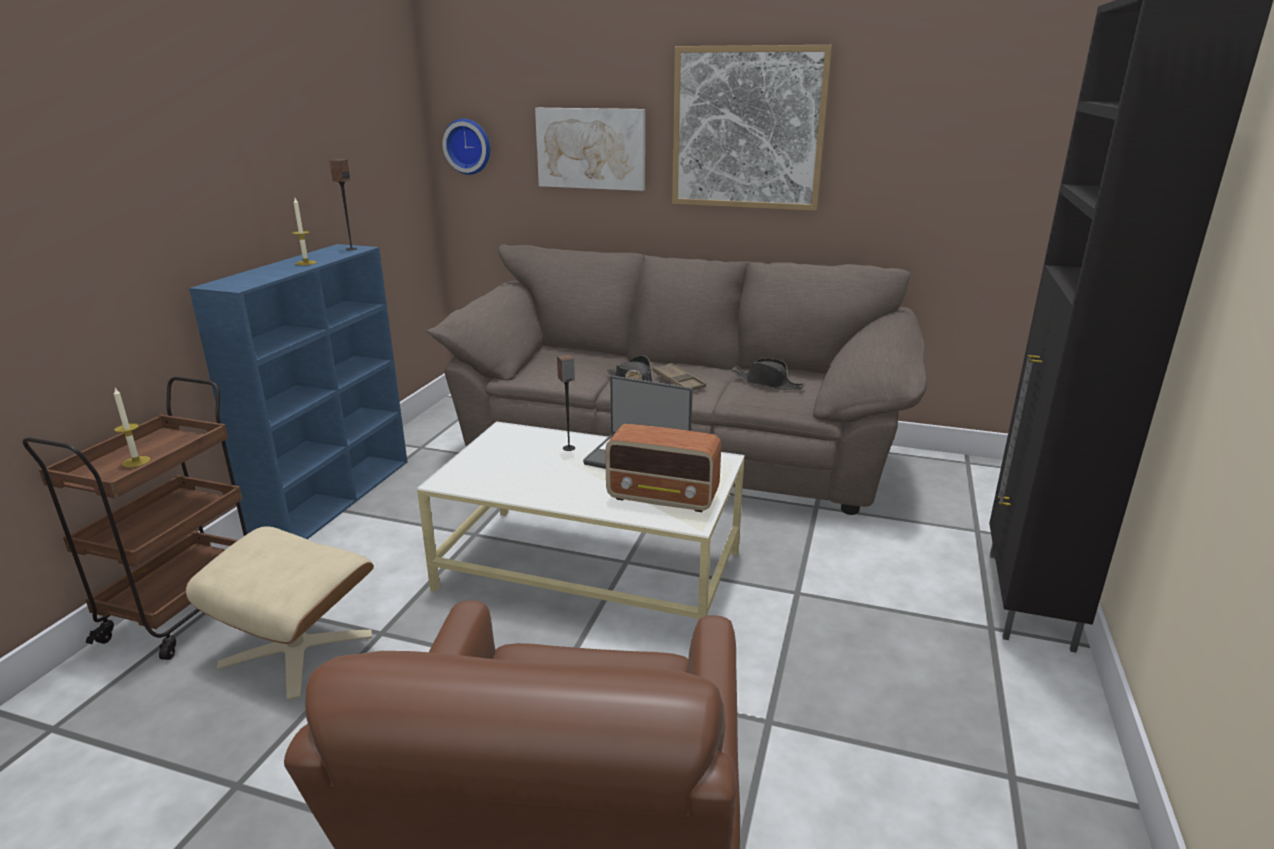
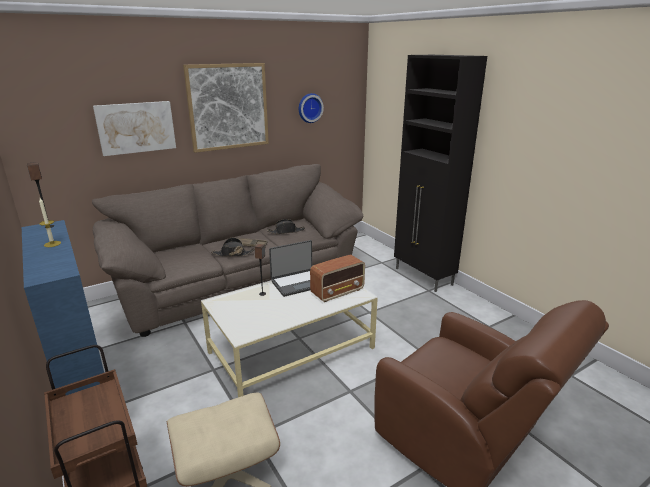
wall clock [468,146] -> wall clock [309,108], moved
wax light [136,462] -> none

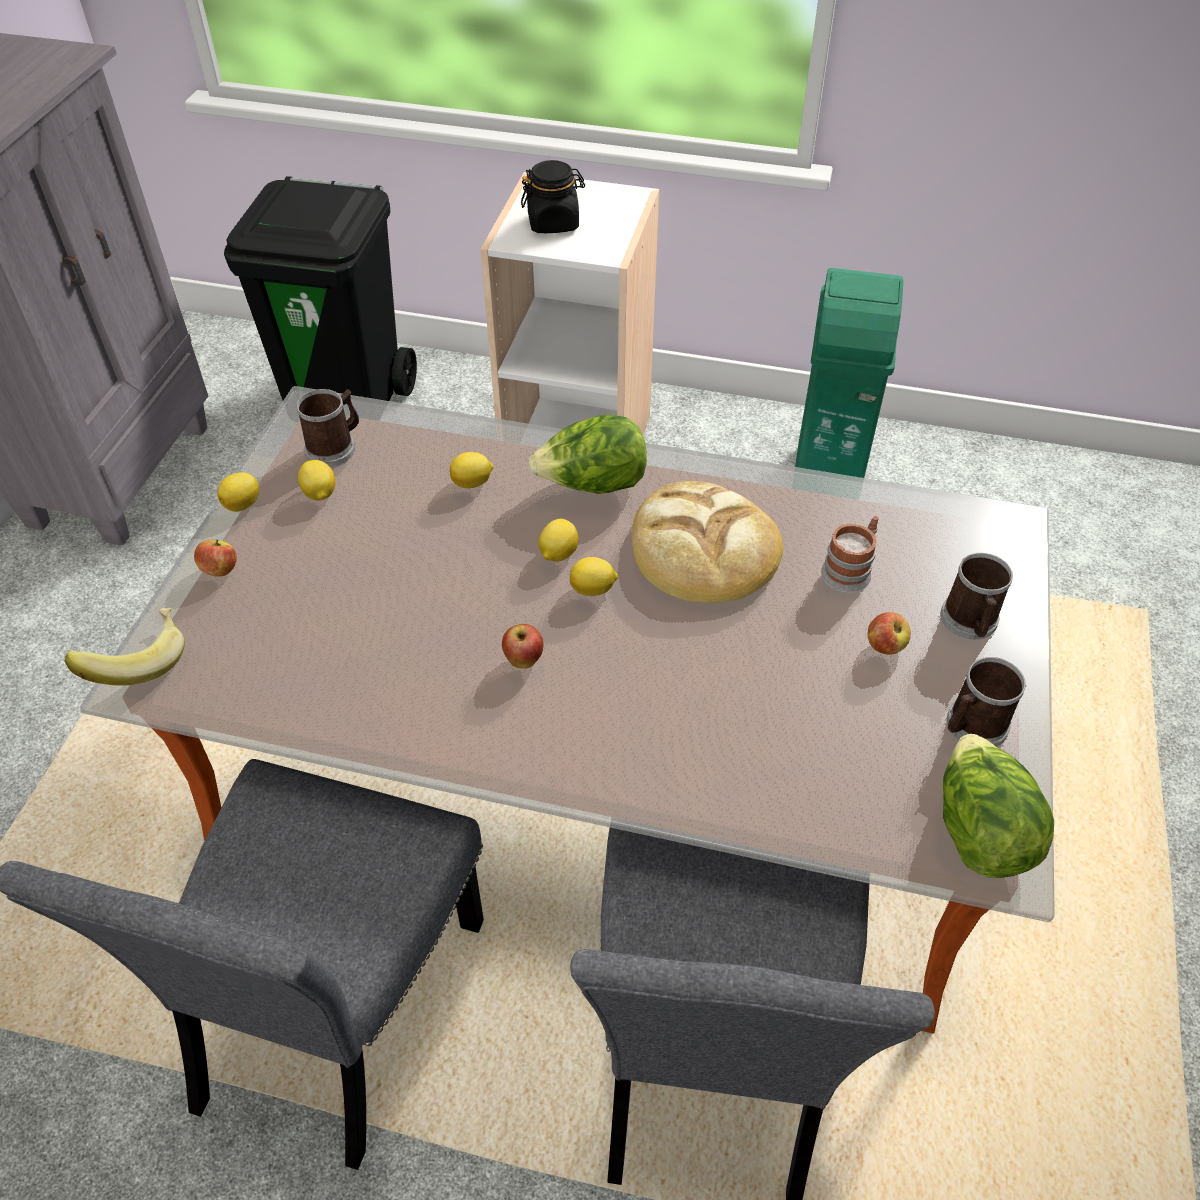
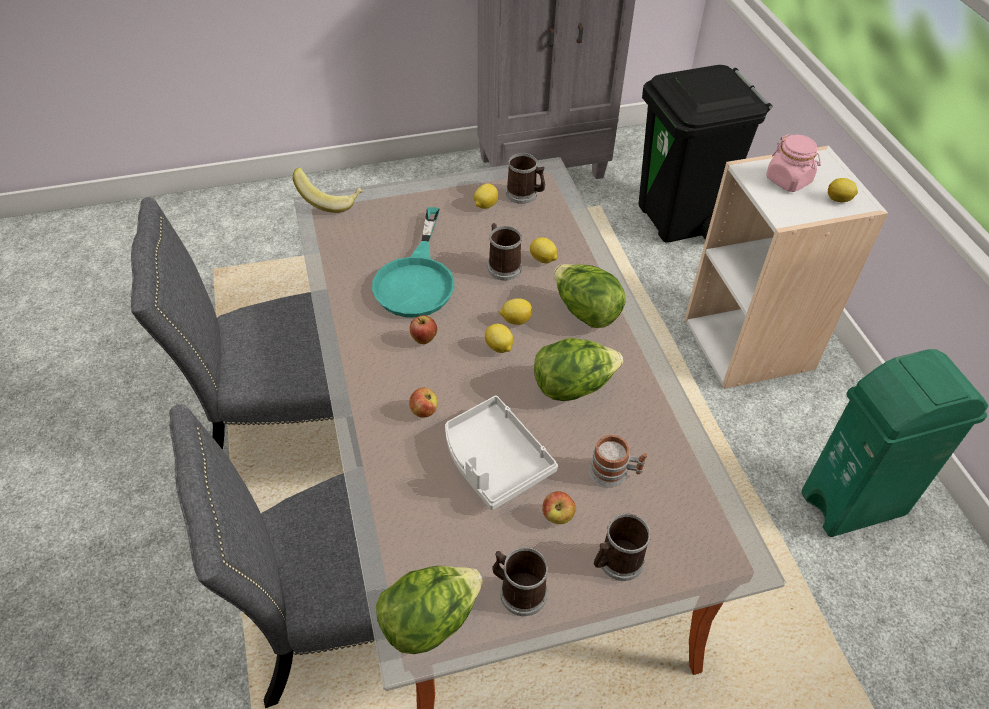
black-coloured jar [553,223] -> pinkish jar [788,180]
whole lemon [244,504] -> whole lemon [839,200], moved
baked bread [703,549] -> lettuce [573,386]
apple fruit [220,570] -> apple fruit [424,411], moved
none -> turquoise skillet [417,279]
none -> tea mug [502,265]
none -> greyish tray [494,461]

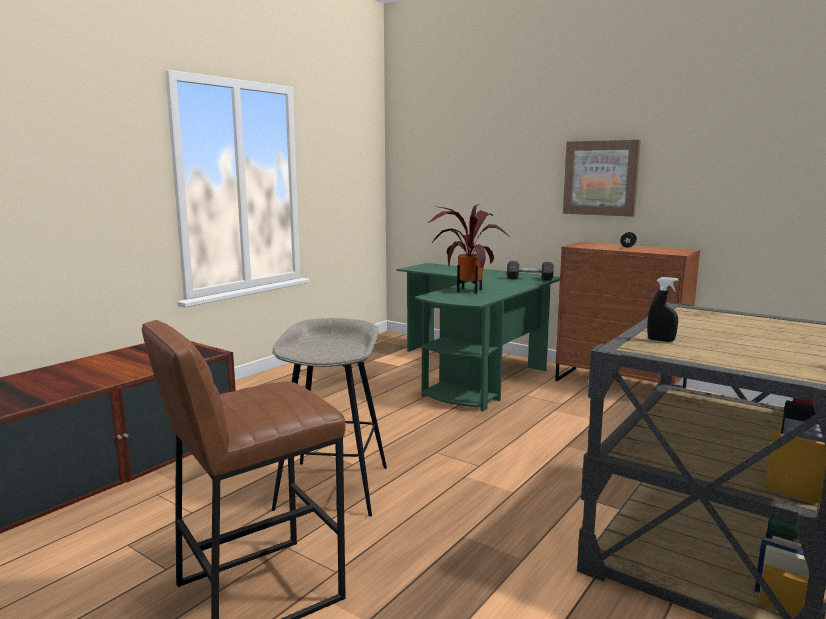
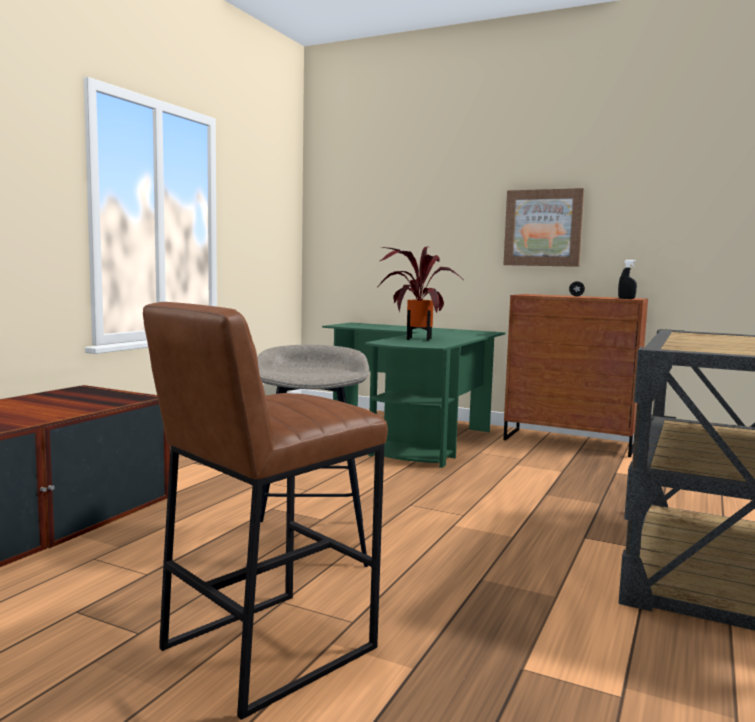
greyish dumbbell [529,278] -> none
black-coloured spray bottle [661,340] -> black-coloured spray bottle [626,298], moved

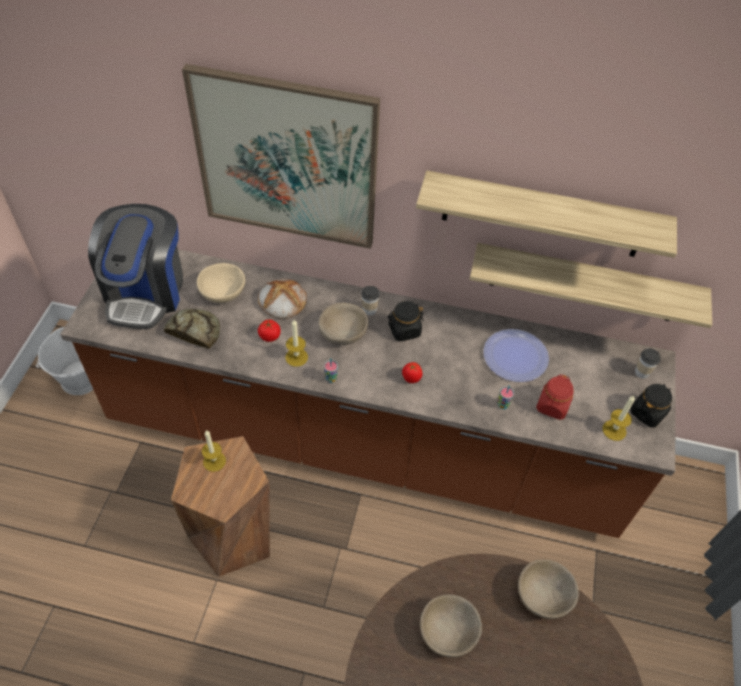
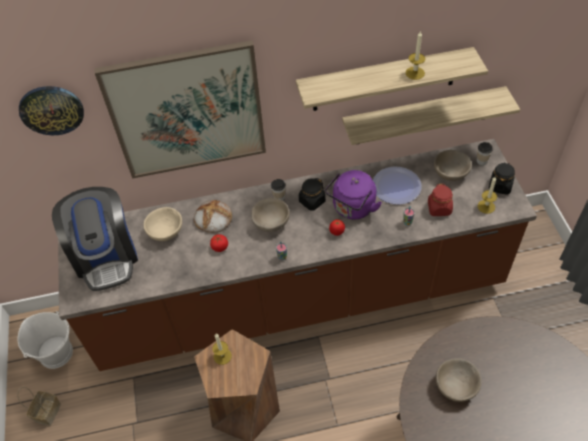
baked bread [194,331] -> none
wax light [296,357] -> wax light [415,73], moved
sand-coloured deep dish [542,596] -> sand-coloured deep dish [450,173], moved
none -> wall clock [51,110]
none -> purplish kettle [352,208]
none -> storage basket [47,411]

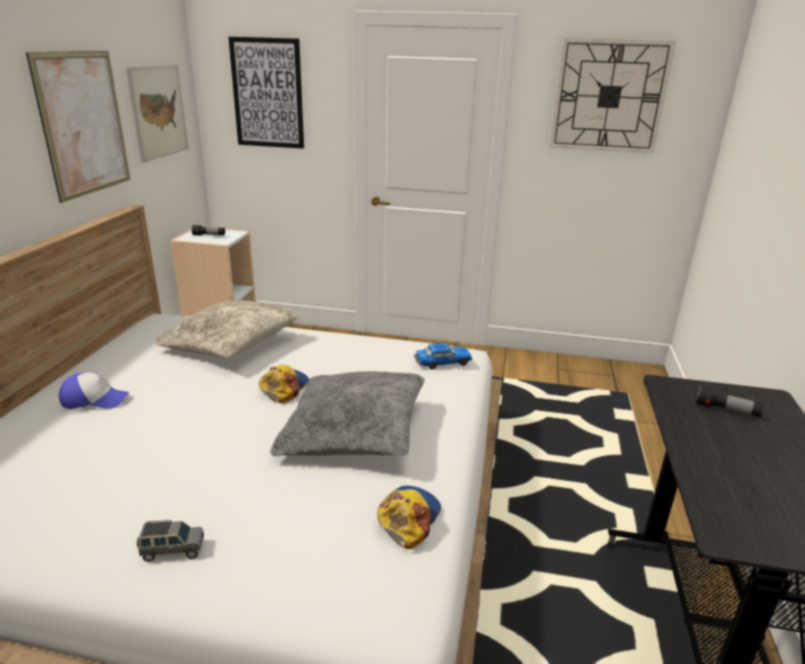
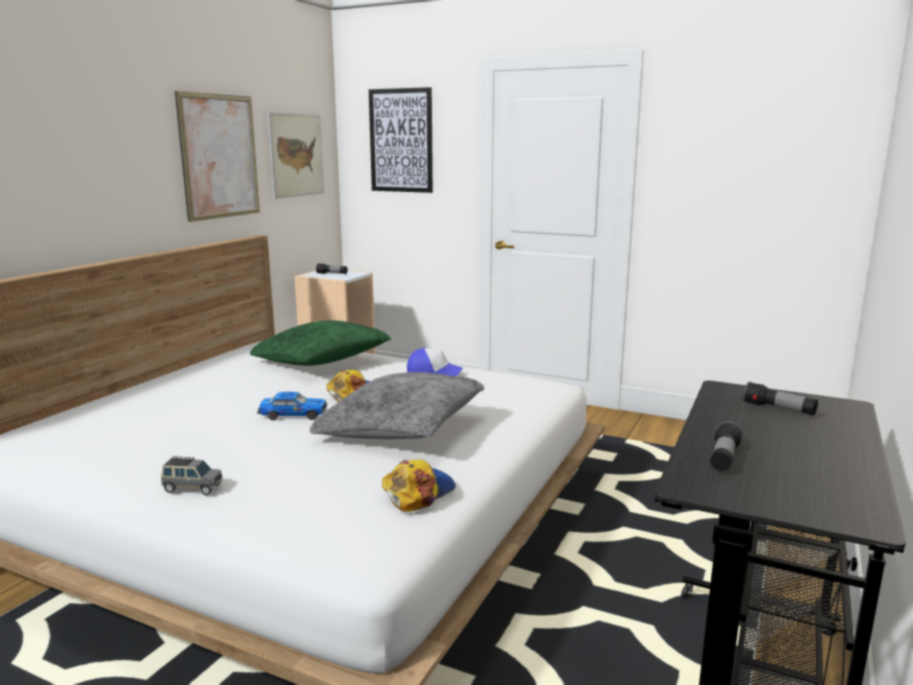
wall clock [609,96] -> none
sand-coloured cushion [231,345] -> green-coloured cushion [321,362]
model car [442,362] -> model car [293,415], moved
peaked cap [94,399] -> peaked cap [434,372], moved
none -> hand torch [723,458]

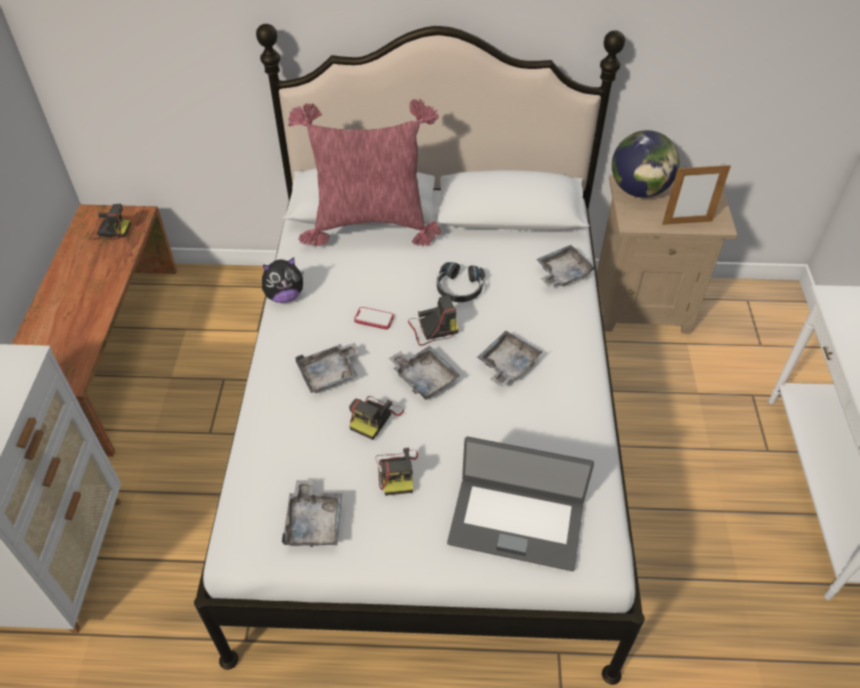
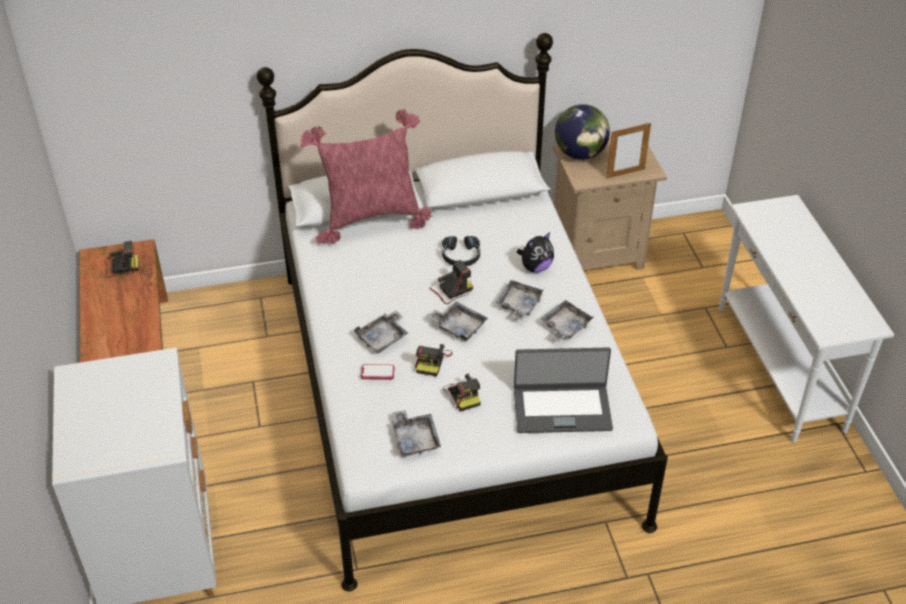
greyish tray [562,273] -> greyish tray [565,327], moved
soft toy [284,296] -> soft toy [535,267], moved
telephone [374,319] -> telephone [377,373], moved

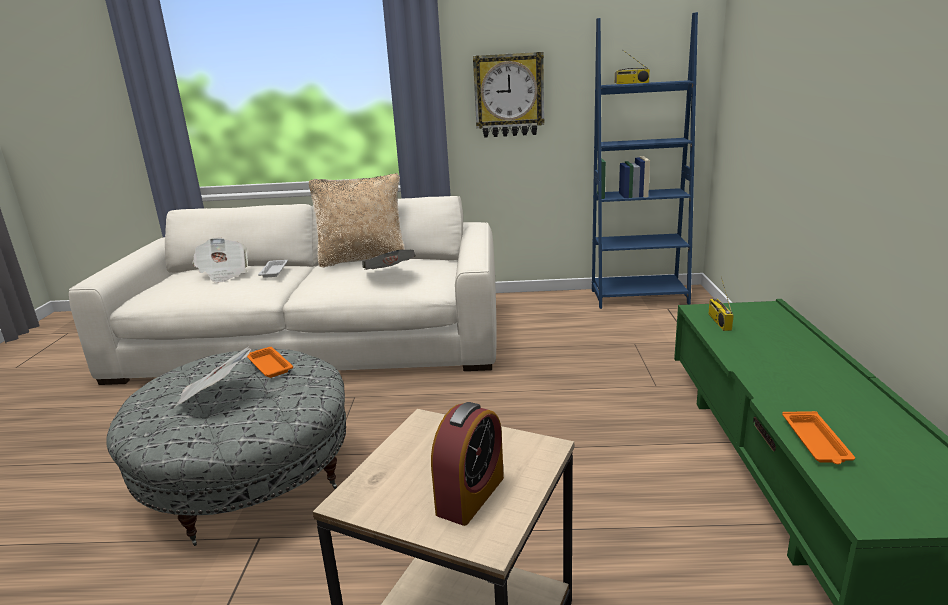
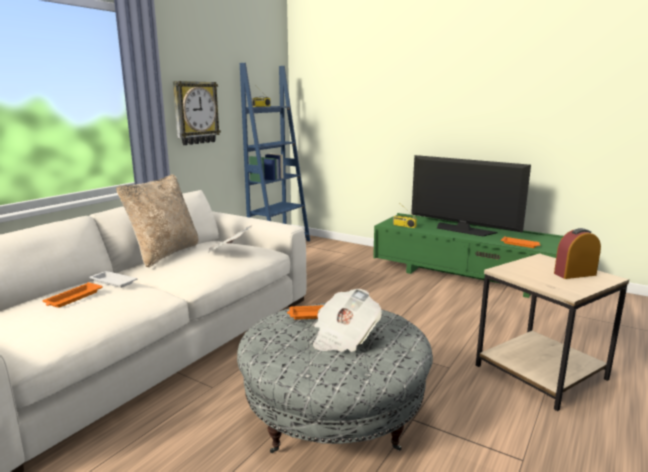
newspaper [224,274] -> orange tray [73,298]
bedside clock [470,495] -> bedside clock [575,274], 75 degrees counterclockwise
none -> television [463,230]

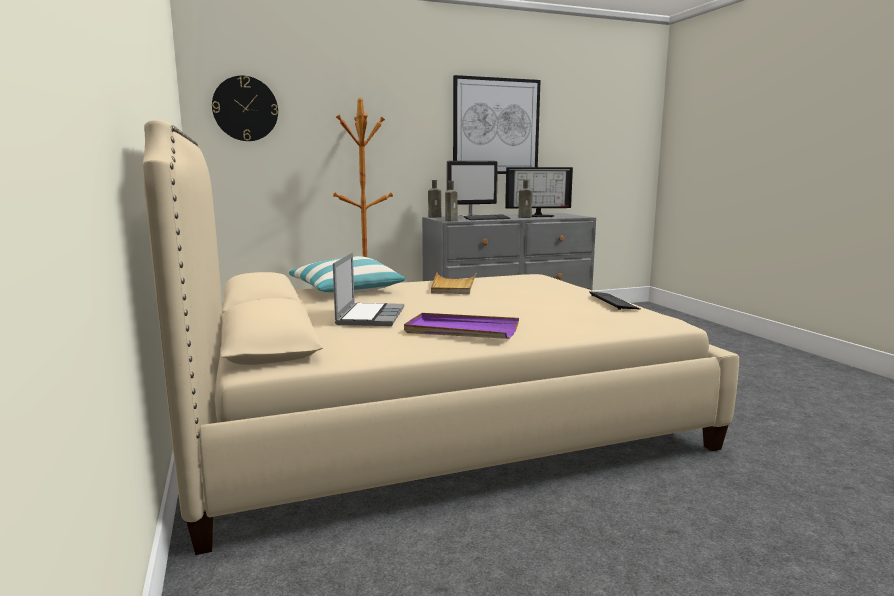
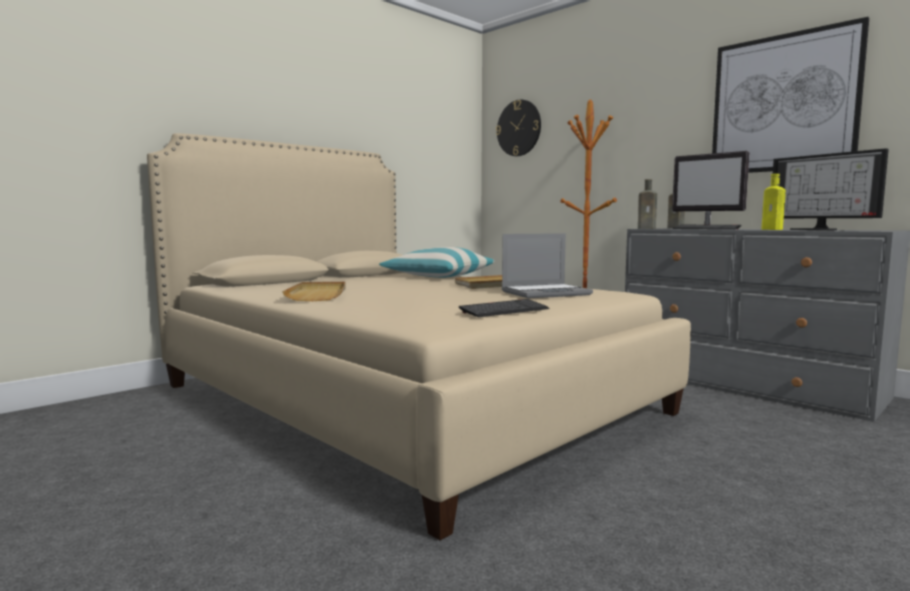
brownish beverage bottle [526,217] -> yellow beverage bottle [773,229]
portable computer [370,316] -> portable computer [546,293], moved
purplish tray [461,330] -> sand-coloured tray [318,294]

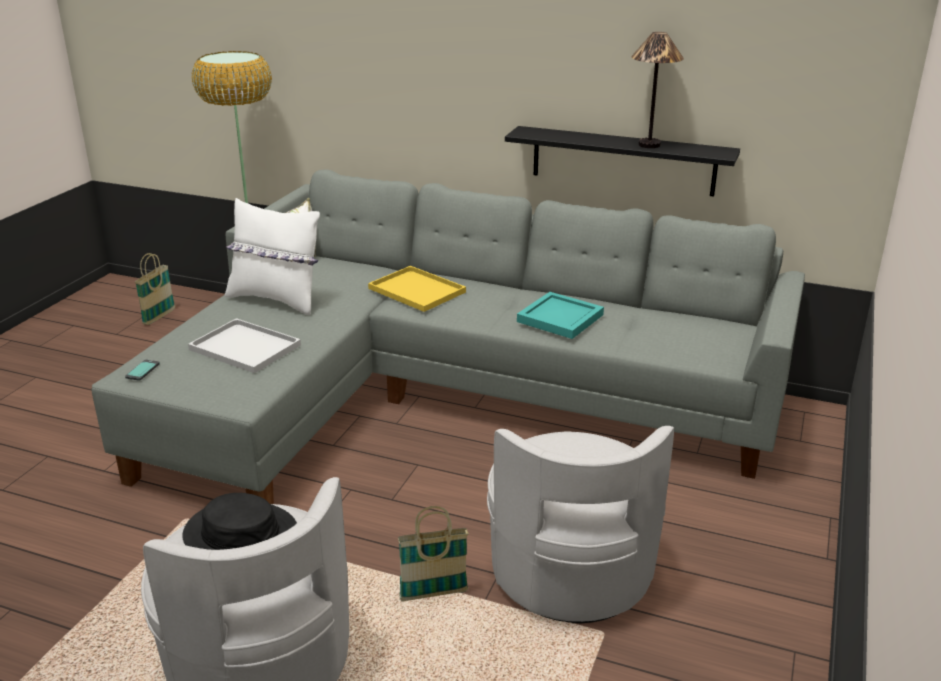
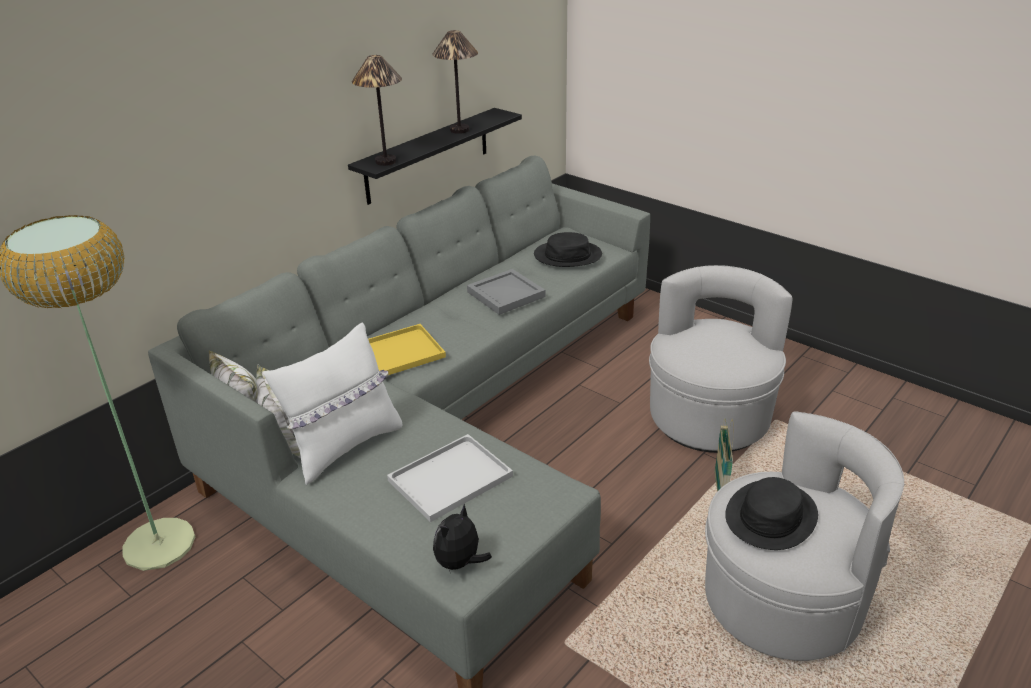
storage basket [159,317] -> none
turquoise tray [561,318] -> greyish tray [506,293]
telephone [142,370] -> soft toy [460,563]
white easy chair [570,571] -> white easy chair [709,418], 90 degrees counterclockwise
none -> table lamp [385,161]
none -> black-coloured clothing hat [567,255]

